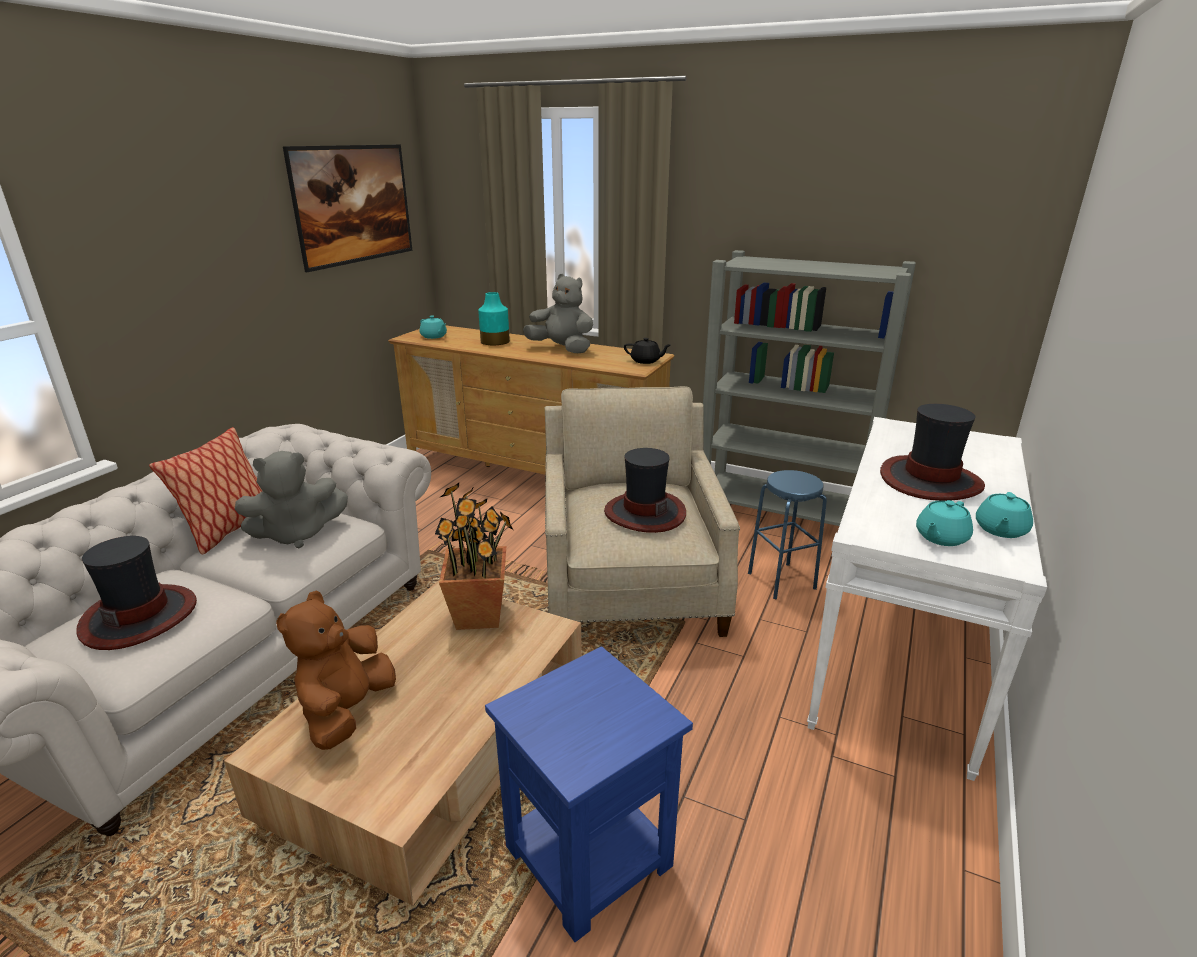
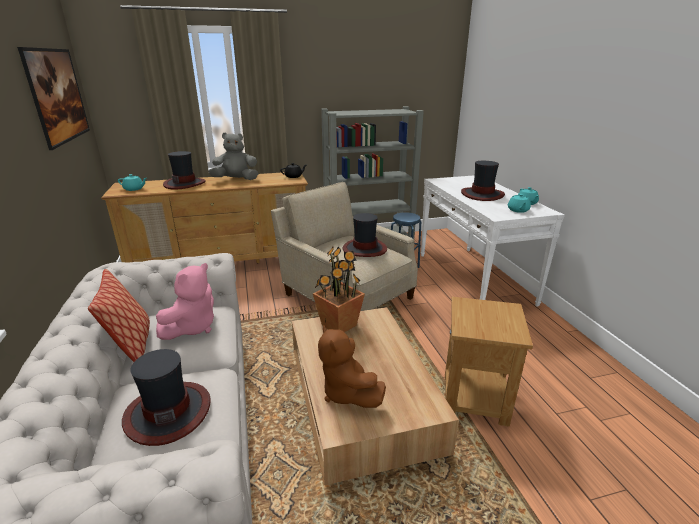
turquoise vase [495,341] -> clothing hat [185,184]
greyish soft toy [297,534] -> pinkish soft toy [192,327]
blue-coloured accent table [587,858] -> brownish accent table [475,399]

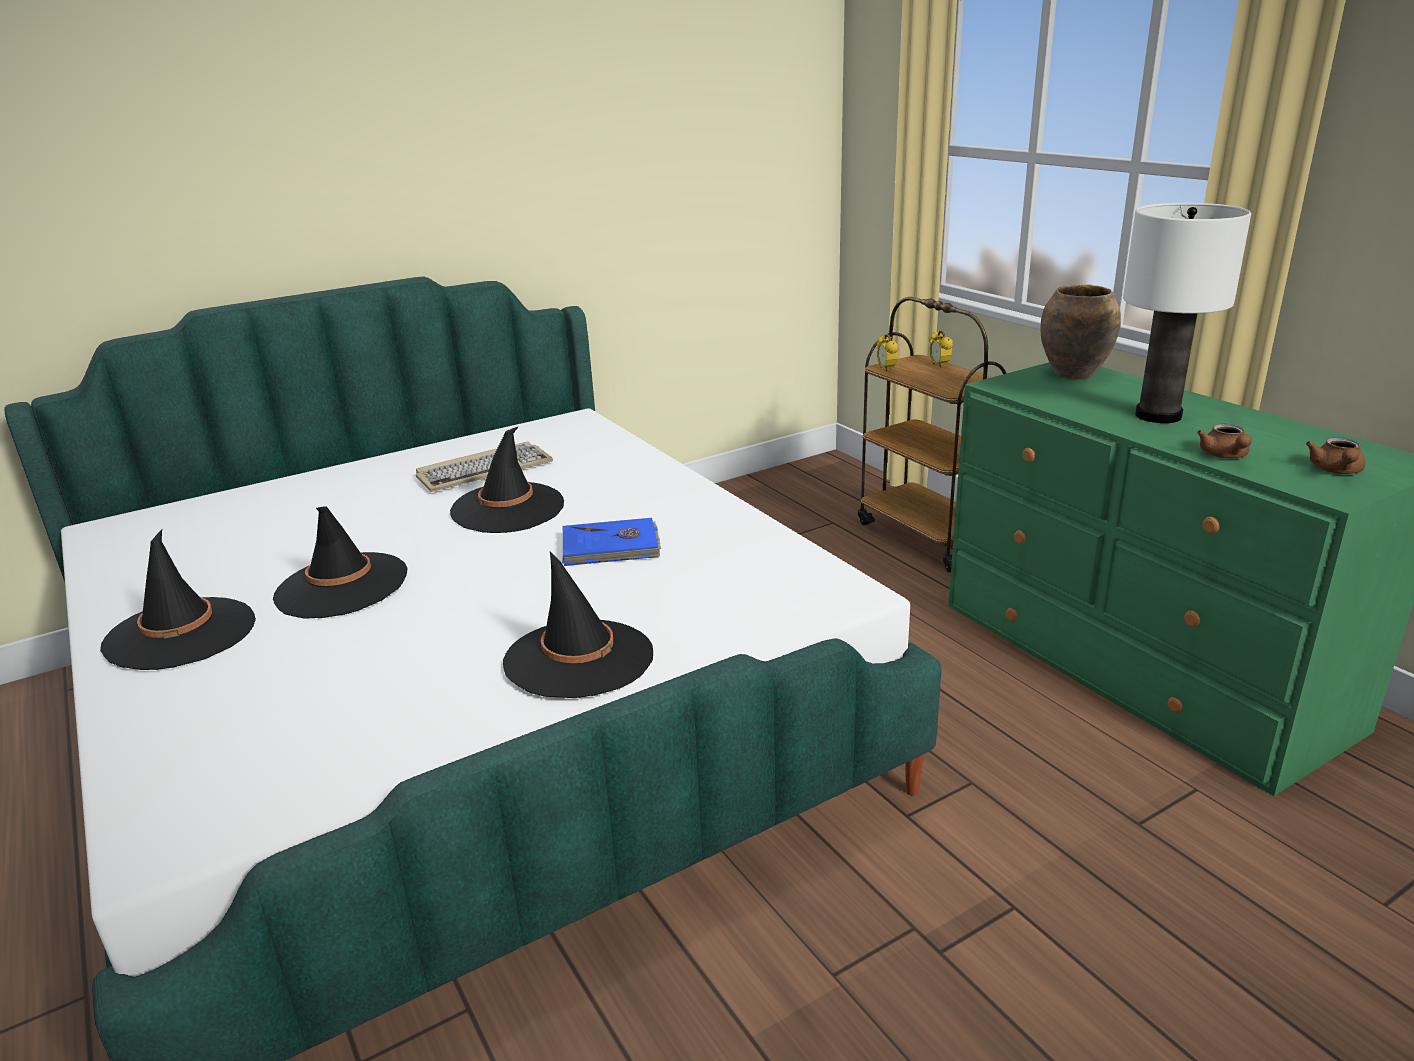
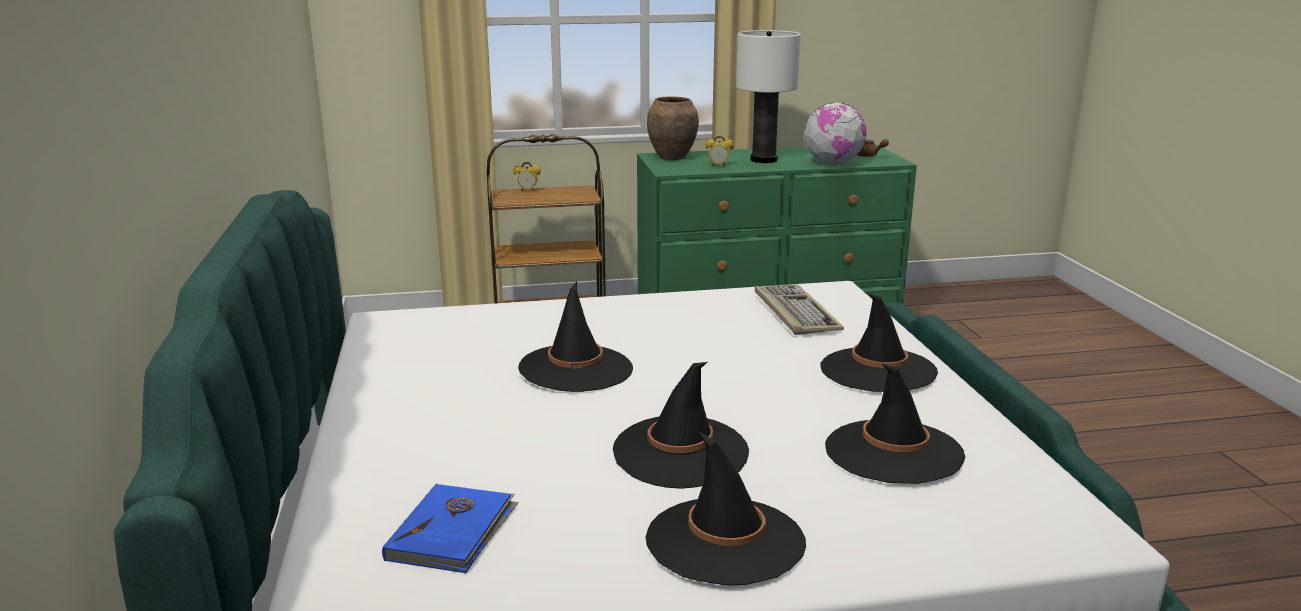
bedside clock [886,369] -> bedside clock [718,165], moved
brownish tea pot [1225,456] -> globe [833,163]
keyboard [485,471] -> keyboard [794,312], moved
blue-coloured bound book [611,547] -> blue-coloured bound book [453,532], moved
none -> black-coloured clothing hat [893,452]

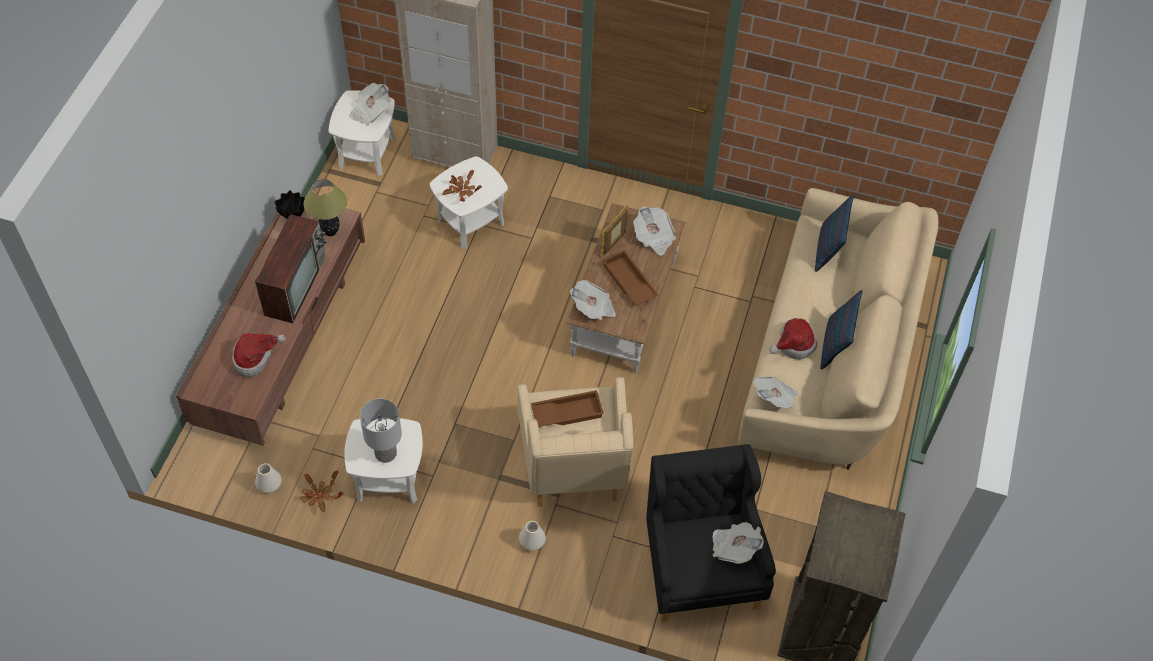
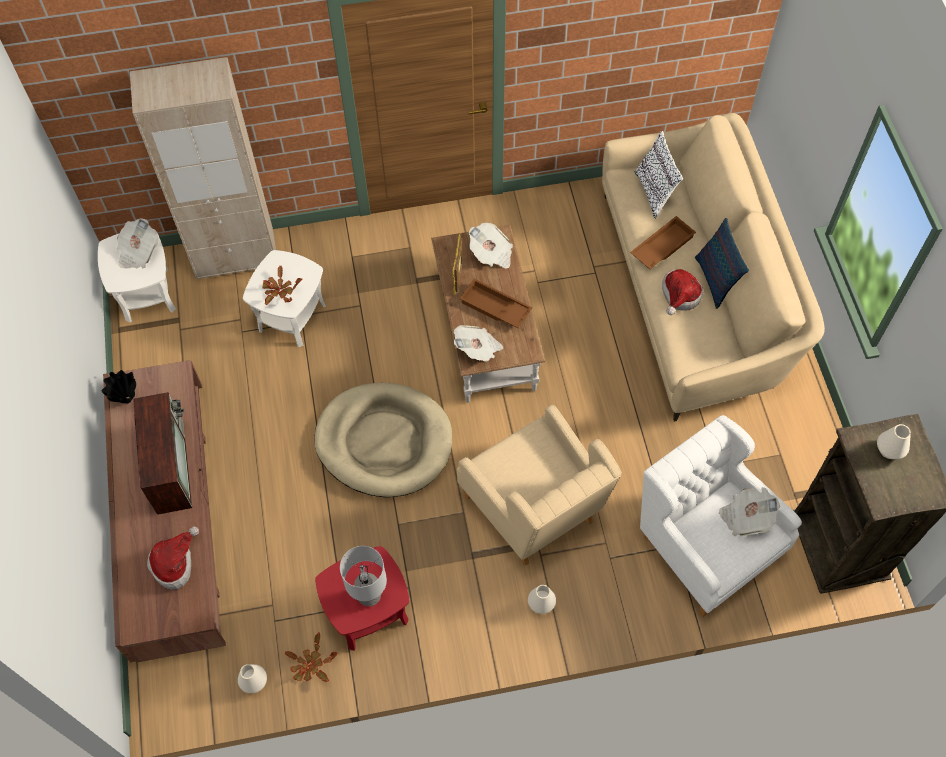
table lamp [330,232] -> none
blue-coloured cushion [828,250] -> white cushion [653,193]
newspaper [775,398] -> none
brownish tray [567,412] -> brownish tray [661,246], moved
white accent table [388,479] -> red accent table [368,613]
black-coloured easy chair [699,566] -> white easy chair [703,546]
none -> sand-coloured dog bed [384,442]
none -> white vase [889,450]

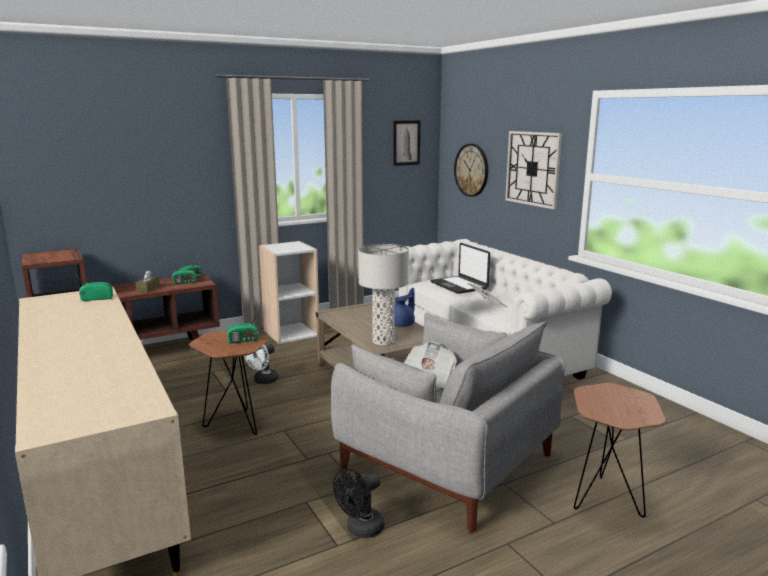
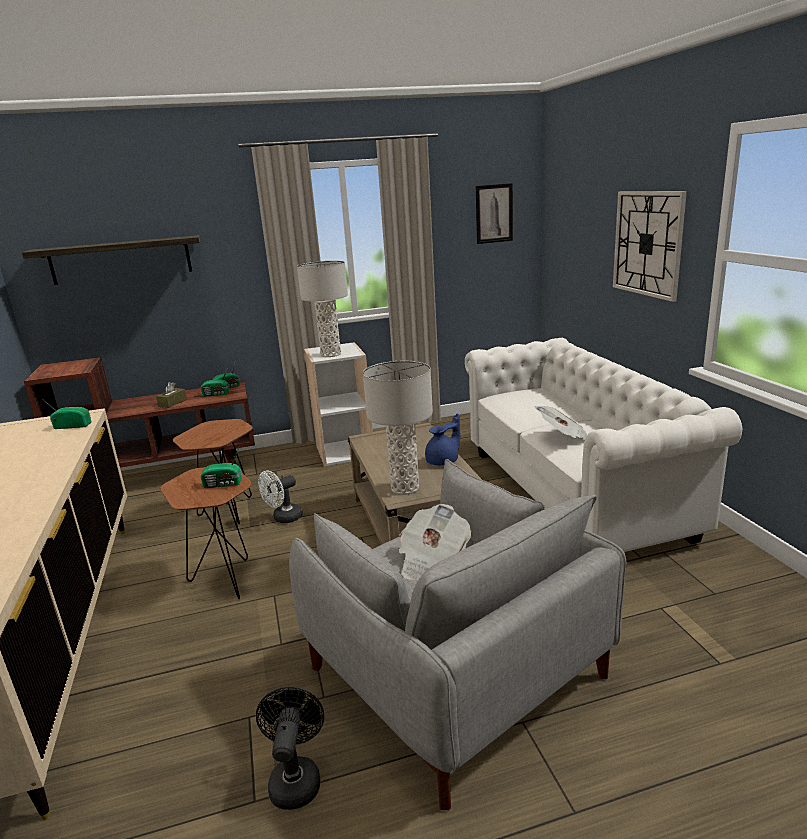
wall clock [471,170] -> none
portable computer [459,285] -> none
brownish accent table [606,502] -> brownish accent table [228,513], moved
black-coloured electric fan [360,530] -> black-coloured electric fan [296,778], 120 degrees clockwise
none -> shelf [121,260]
none -> white table lamp [331,354]

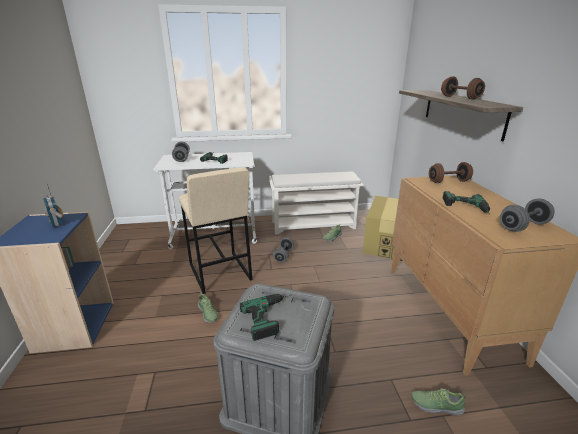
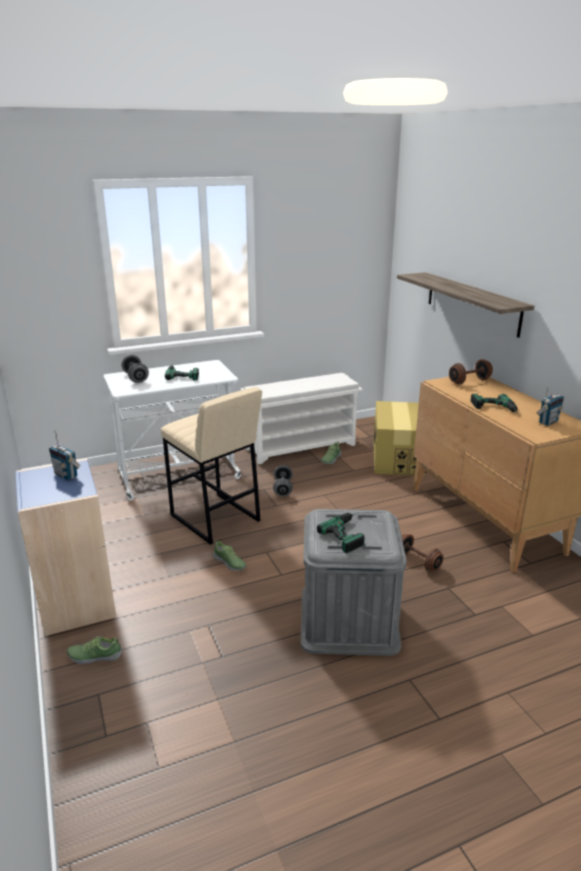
brownish dumbbell [460,98] -> brownish dumbbell [418,561], moved
greyish dumbbell [523,226] -> radio set [547,422]
low shoe [436,405] -> low shoe [95,656], moved

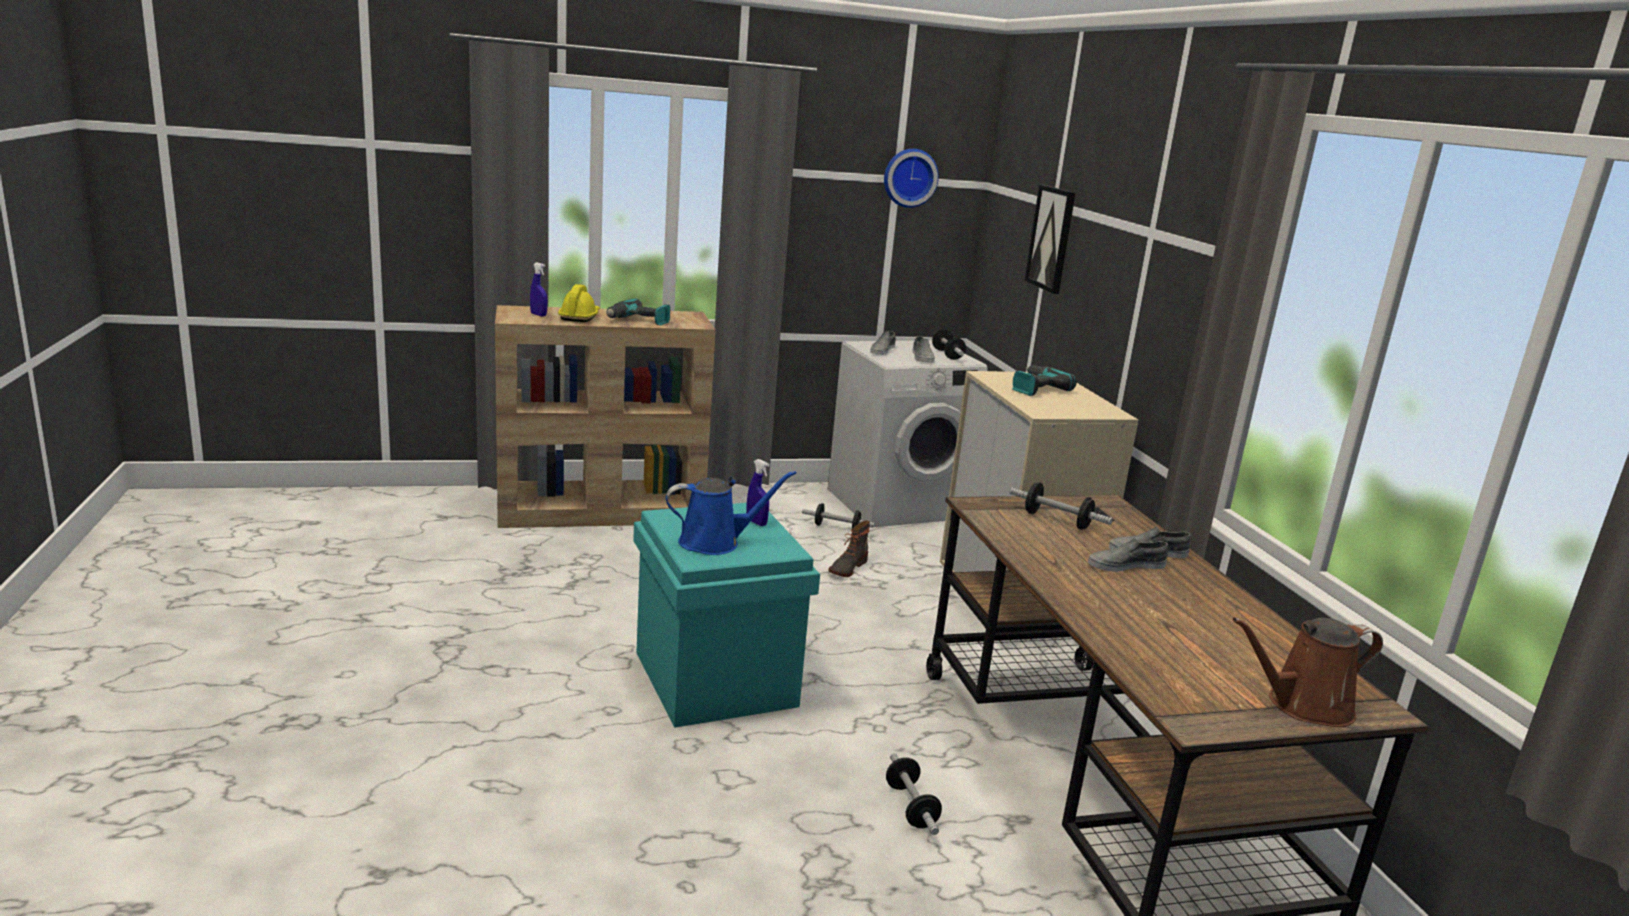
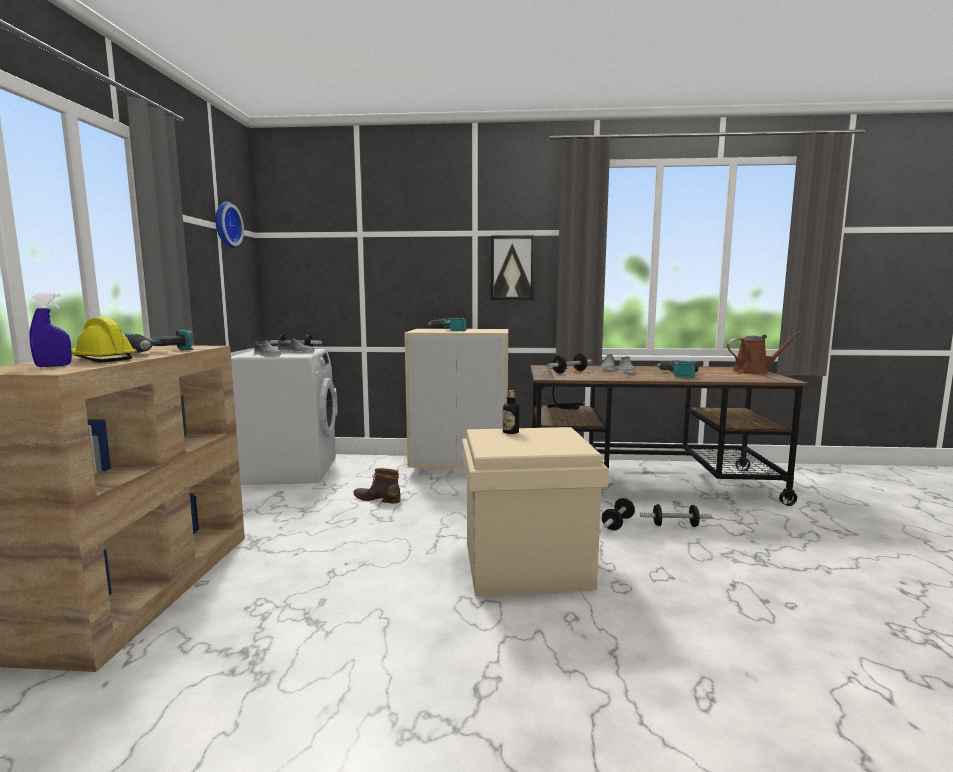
wall picture [1051,238] -> wall picture [512,268], moved
blue-coloured spray bottle [756,522] -> beverage bottle [510,432]
blue-coloured watering can [715,542] -> none
turquoise storage bin [713,678] -> sand-coloured storage bin [525,565]
dumbbell [836,528] -> dumbbell [618,523], moved
boot [847,568] -> boot [377,498], 150 degrees clockwise
brownish watering can [1303,706] -> brownish watering can [754,372], 90 degrees counterclockwise
none -> electric drill [678,375]

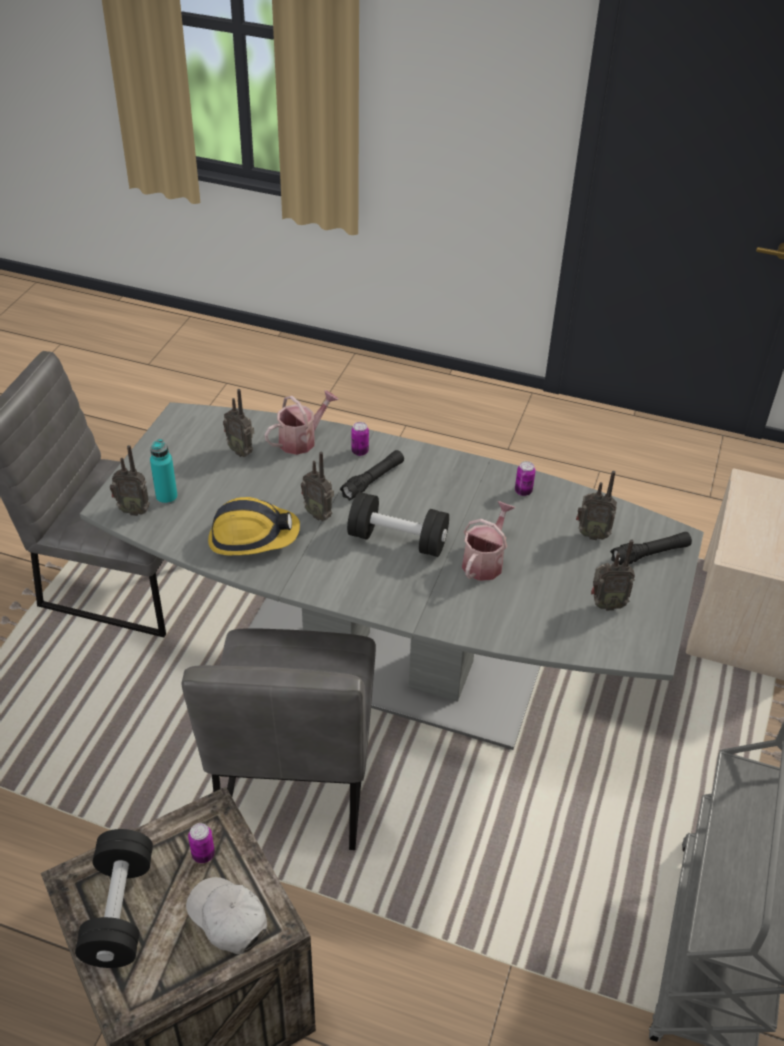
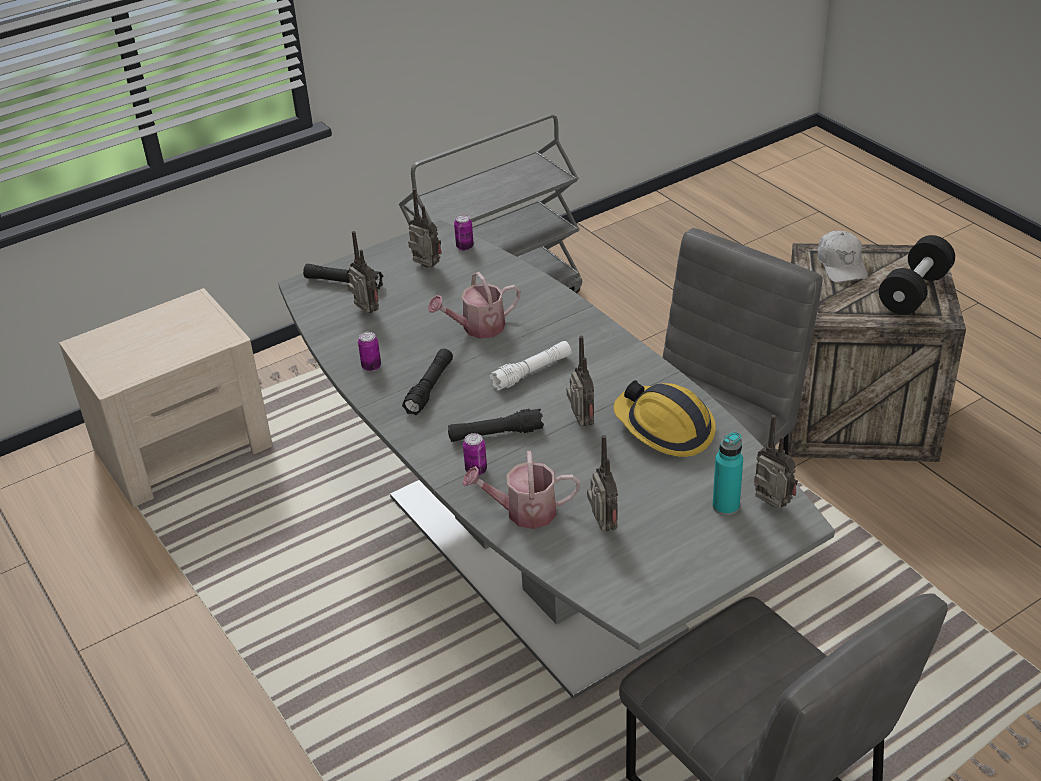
black-coloured dumbbell [397,540] -> white hand torch [532,372]
can [203,854] -> can [465,247], moved
none -> black-coloured hand torch [429,388]

